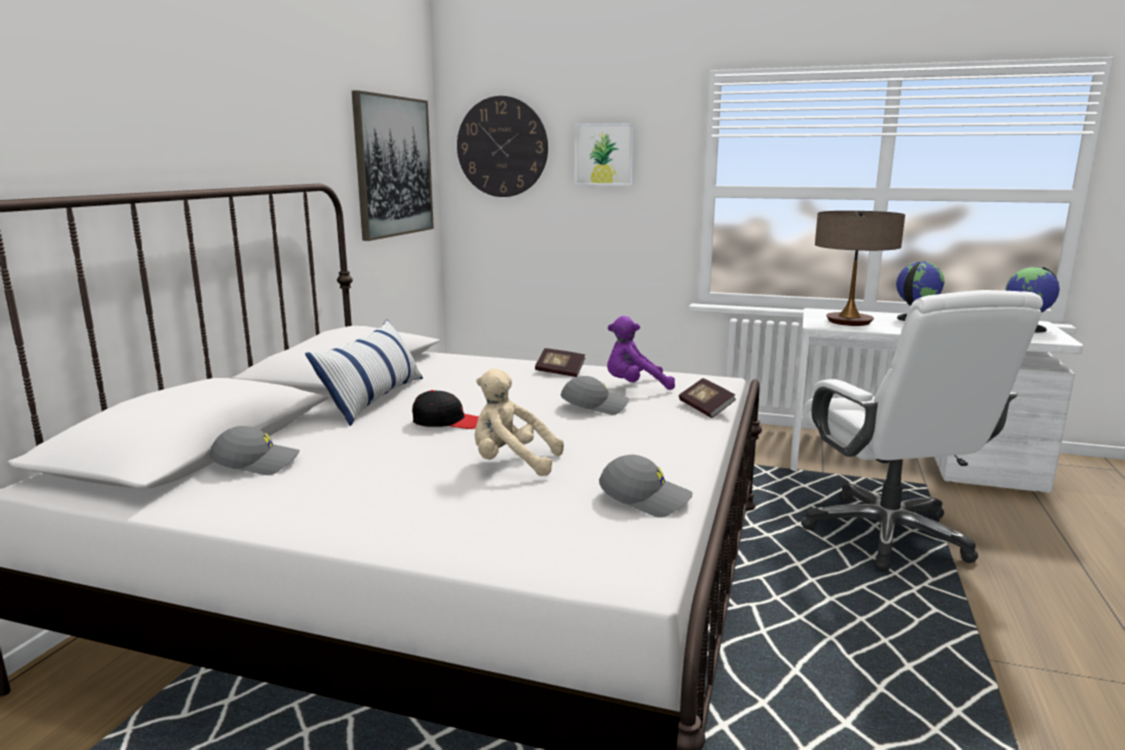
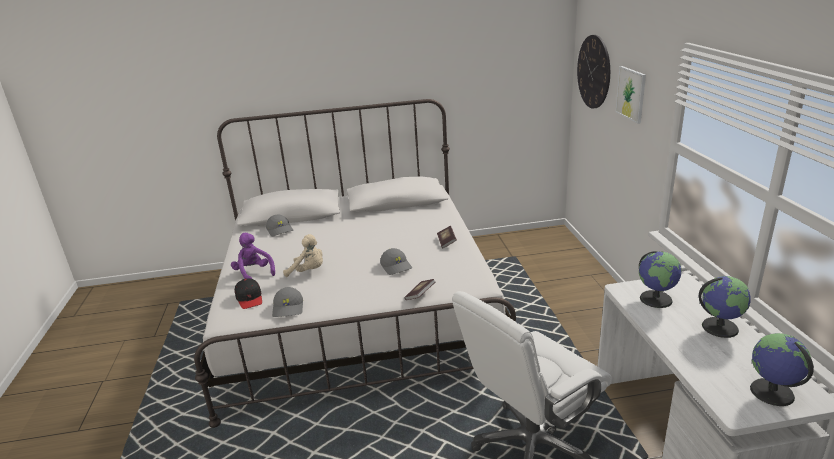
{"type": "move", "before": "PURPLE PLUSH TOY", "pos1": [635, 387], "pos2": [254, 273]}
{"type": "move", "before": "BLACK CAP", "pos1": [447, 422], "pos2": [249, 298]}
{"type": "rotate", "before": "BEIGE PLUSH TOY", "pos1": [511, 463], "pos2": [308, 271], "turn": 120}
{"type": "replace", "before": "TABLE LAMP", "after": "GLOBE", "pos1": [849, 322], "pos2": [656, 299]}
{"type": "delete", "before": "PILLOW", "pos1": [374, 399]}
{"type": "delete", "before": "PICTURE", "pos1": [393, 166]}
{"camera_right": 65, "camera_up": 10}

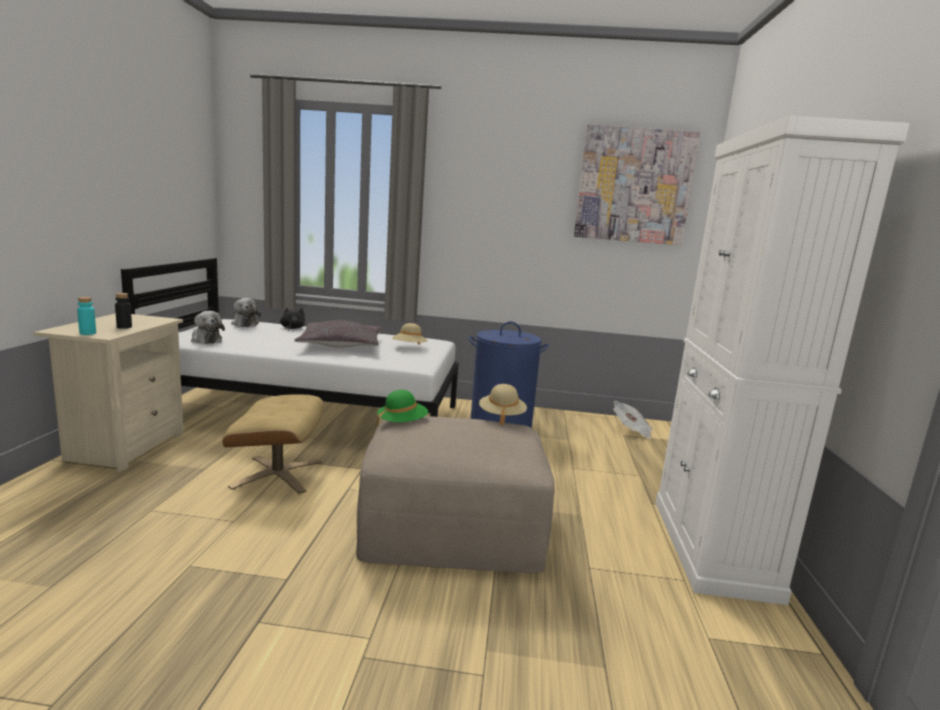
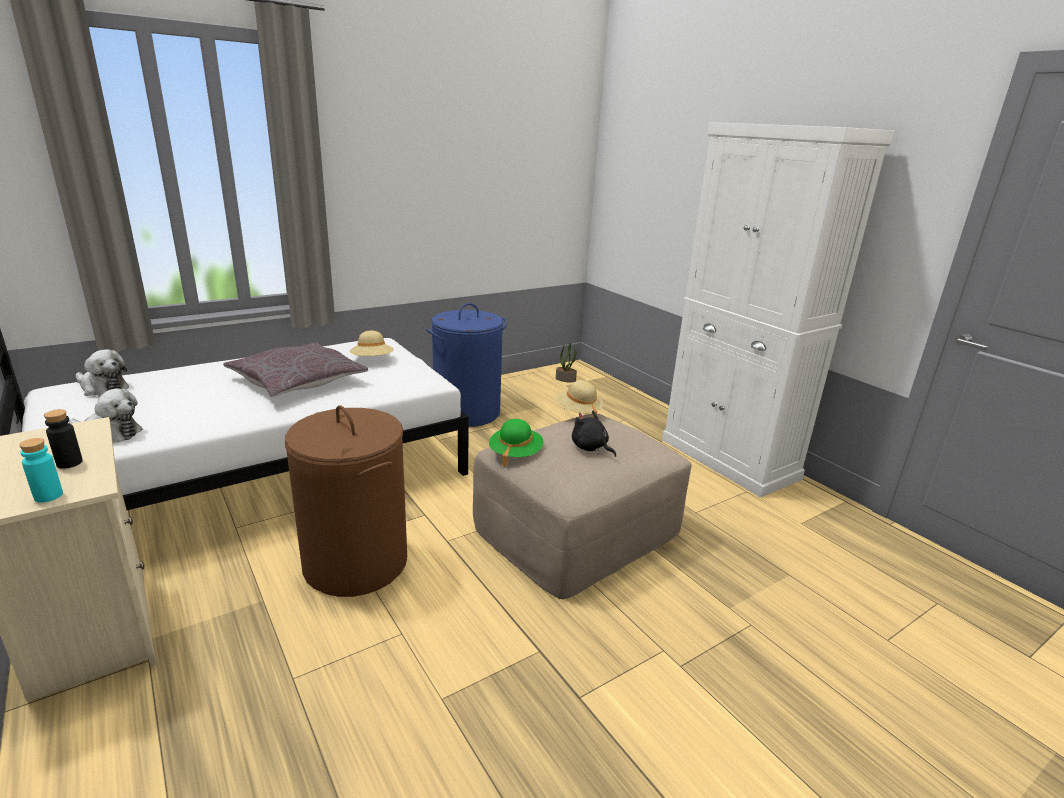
{"type": "replace", "before": "BEIGE OTTOMAN", "after": "BROWN LAUNDRY BASKET", "pos1": [278, 474], "pos2": [356, 563]}
{"type": "replace", "before": "NEWSPAPER", "after": "POTTED PLANT", "pos1": [631, 430], "pos2": [566, 379]}
{"type": "move", "before": "BLACK PLUSH TOY", "pos1": [292, 328], "pos2": [591, 448]}
{"type": "delete", "before": "PICTURE", "pos1": [634, 186]}
{"camera_right": -40, "camera_up": 10}

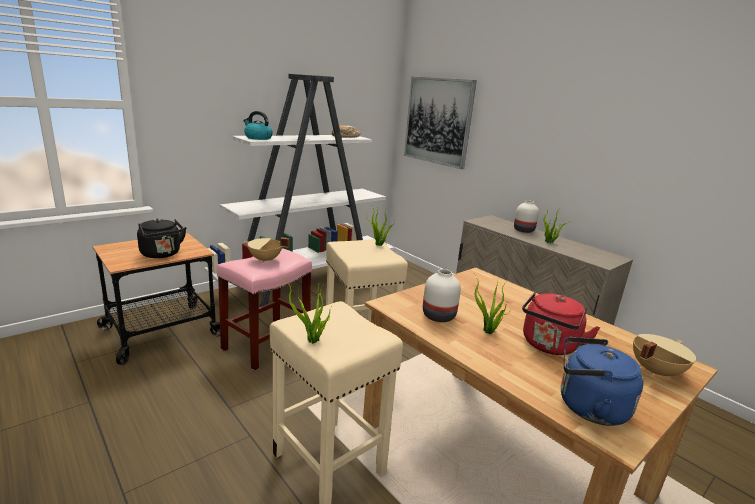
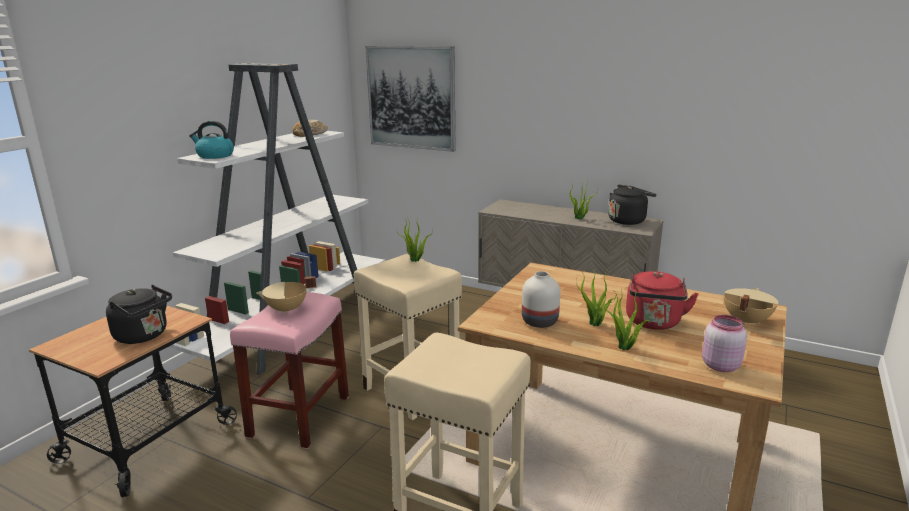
{"type": "move", "before": "POTTED PLANT", "pos1": [312, 341], "pos2": [624, 348]}
{"type": "insert", "after": "BLACK KETTLE", "pos2": [628, 220]}
{"type": "replace", "before": "BLUE KETTLE", "after": "PINK JAR", "pos1": [587, 407], "pos2": [719, 365]}
{"type": "delete", "before": "WHITE VASE", "pos1": [523, 230]}
{"camera_right": -20, "camera_up": 0}

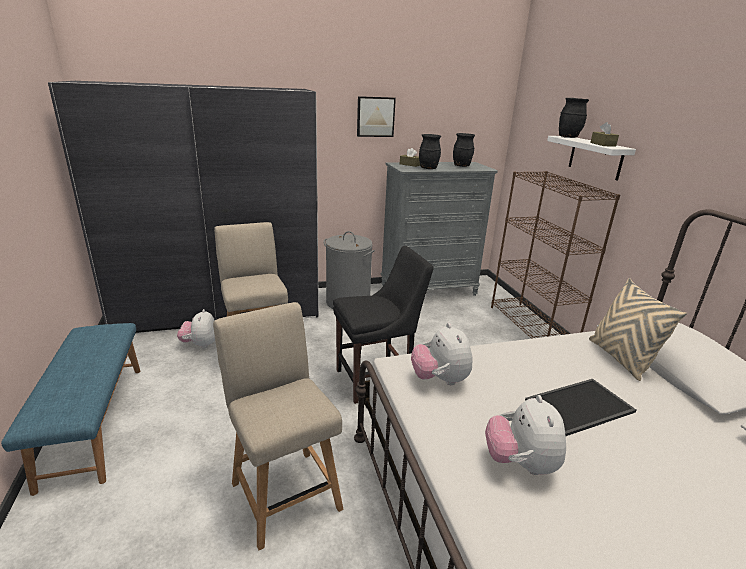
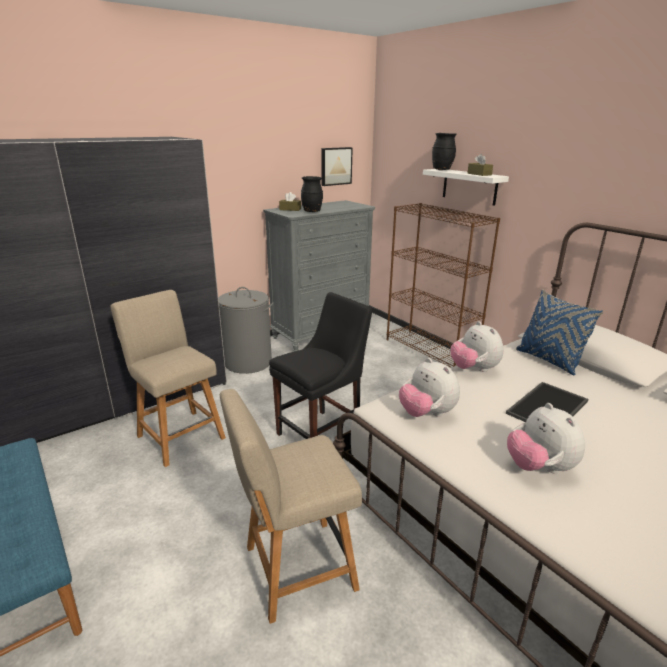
{"type": "rotate", "before": "BEIGE CHAIR", "pos1": [284, 491], "pos2": [294, 569], "turn": -60}
{"type": "move", "before": "PICTURE", "pos1": [375, 116], "pos2": [335, 166]}
{"type": "move", "before": "PLUSH TOY", "pos1": [200, 344], "pos2": [474, 369]}
{"type": "recolor", "before": "BEIGE PILLOW", "after": "BLUE PILLOW", "pos1": [620, 358], "pos2": [548, 360]}
{"type": "delete", "before": "BLACK VASE", "pos1": [461, 166]}
{"camera_right": -20, "camera_up": 0}

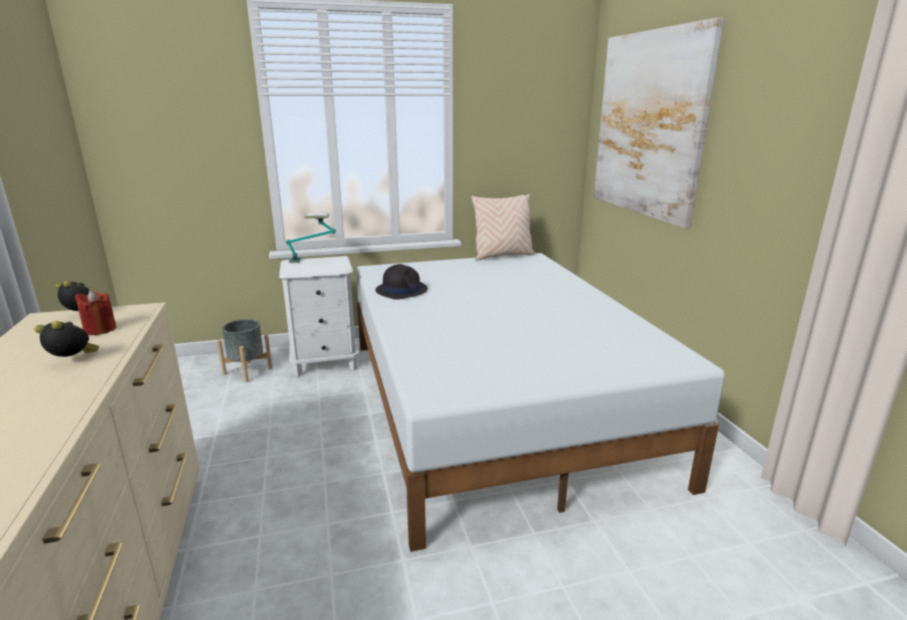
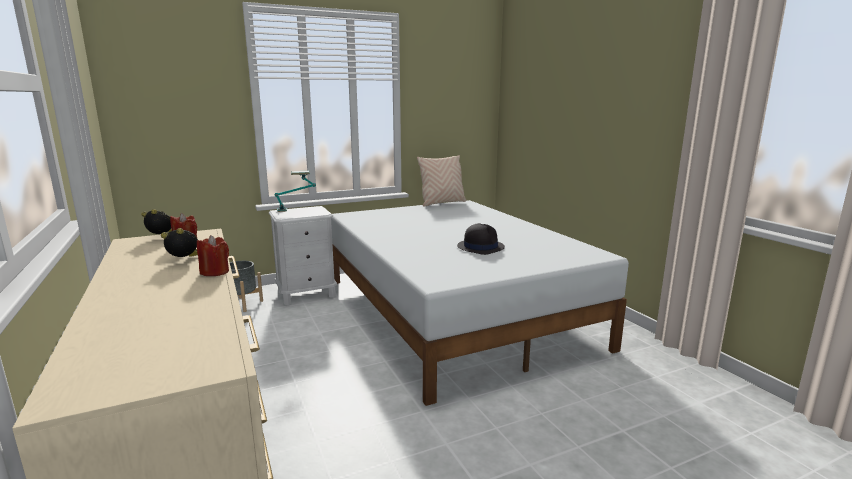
{"type": "insert", "after": "RED CANDLE", "pos2": [215, 272]}
{"type": "move", "before": "BLACK HAT", "pos1": [401, 290], "pos2": [480, 247]}
{"type": "delete", "before": "PICTURE", "pos1": [649, 125]}
{"camera_right": -10, "camera_up": -5}

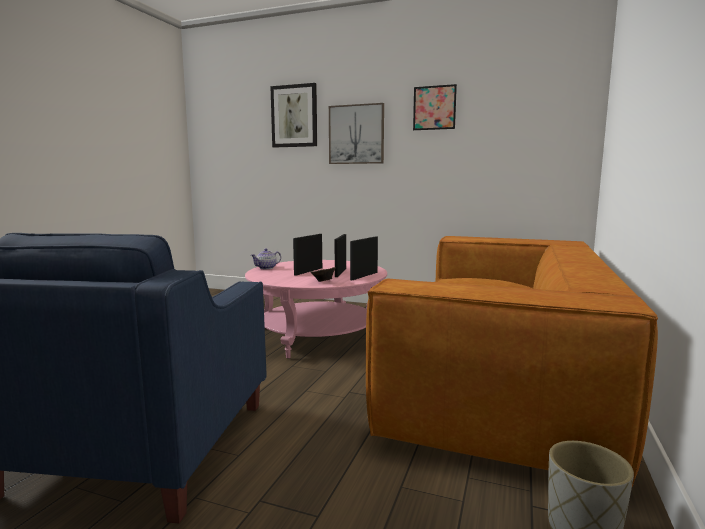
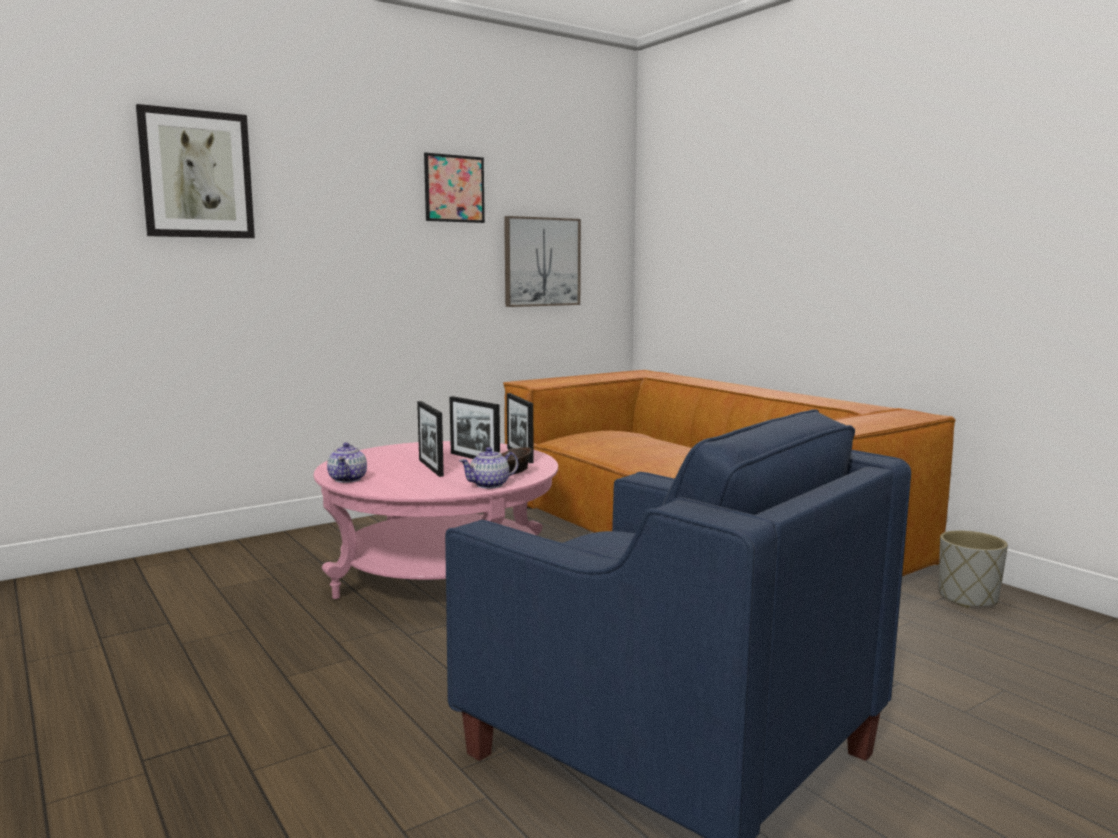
{"type": "insert", "after": "TEAPOT", "pos2": [490, 485]}
{"type": "move", "before": "PICTURE", "pos1": [356, 134], "pos2": [541, 262]}
{"camera_right": -55, "camera_up": 0}

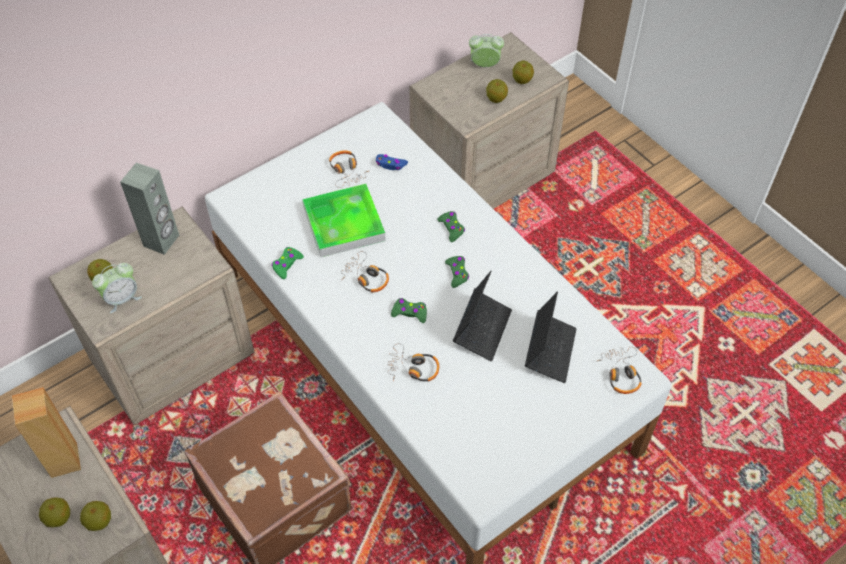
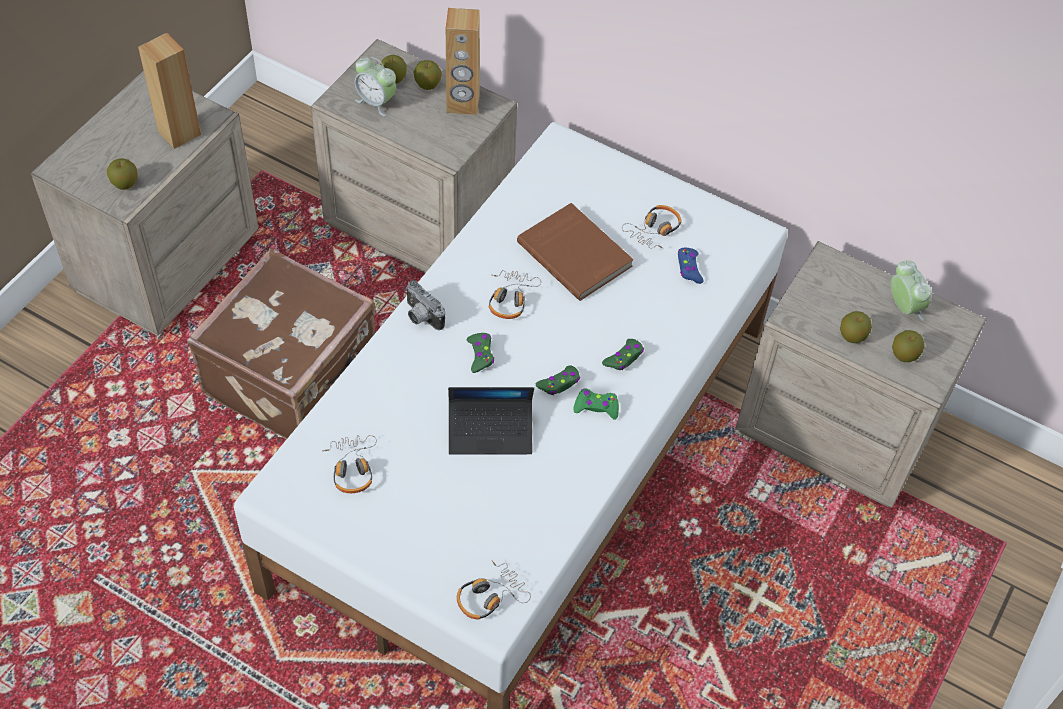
{"type": "move", "before": "HEADPHONES", "pos1": [413, 368], "pos2": [352, 468]}
{"type": "insert", "after": "PHOTO CAMERA", "pos2": [421, 317]}
{"type": "move", "before": "APPLE", "pos1": [59, 518], "pos2": [427, 85]}
{"type": "recolor", "before": "GREY SPEAKER", "after": "BROWN SPEAKER", "pos1": [162, 241], "pos2": [463, 104]}
{"type": "replace", "before": "TRAY", "after": "BROWN BOOK", "pos1": [344, 224], "pos2": [576, 253]}
{"type": "move", "before": "GREEN GAME CONTROLLER", "pos1": [287, 265], "pos2": [596, 407]}
{"type": "delete", "before": "LAPTOP", "pos1": [550, 350]}
{"camera_right": 65, "camera_up": 0}

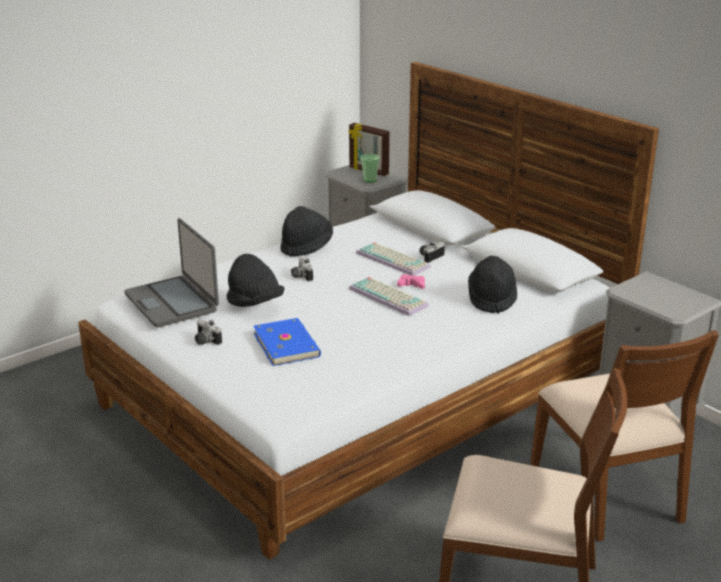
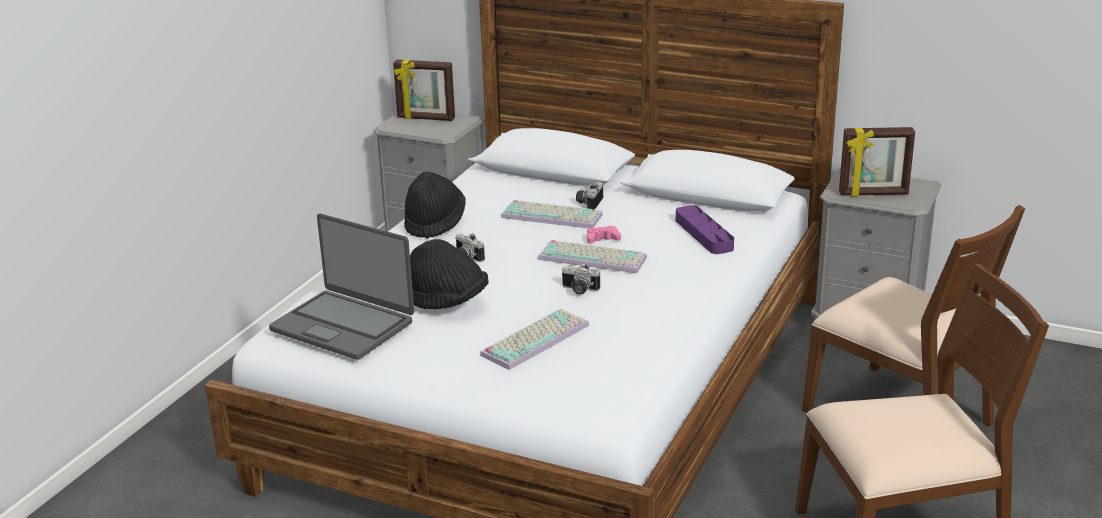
{"type": "replace", "before": "BLUE BOOK", "after": "KEYBOARD", "pos1": [287, 344], "pos2": [535, 339]}
{"type": "move", "before": "PHOTO CAMERA", "pos1": [205, 341], "pos2": [579, 290]}
{"type": "replace", "before": "BLACK HAT", "after": "PURPLE TRAY", "pos1": [491, 299], "pos2": [703, 234]}
{"type": "insert", "after": "PICTURE FRAME", "pos2": [873, 194]}
{"type": "delete", "before": "CUP", "pos1": [370, 179]}
{"camera_right": -25, "camera_up": 0}

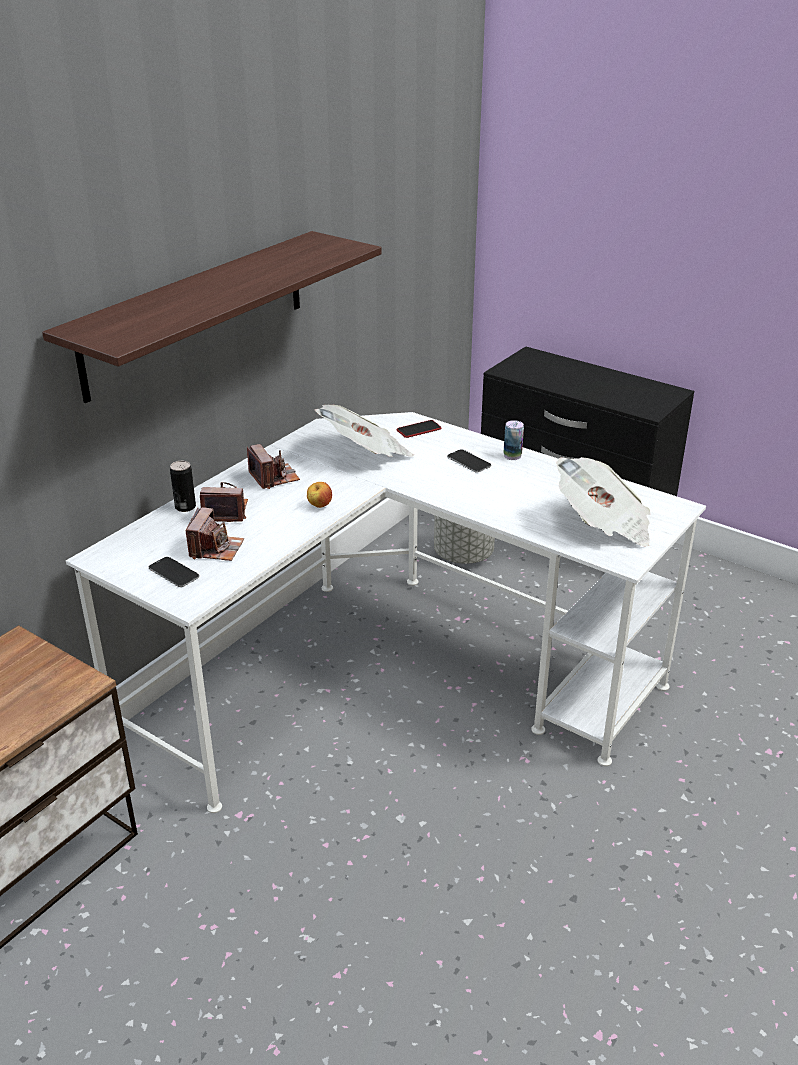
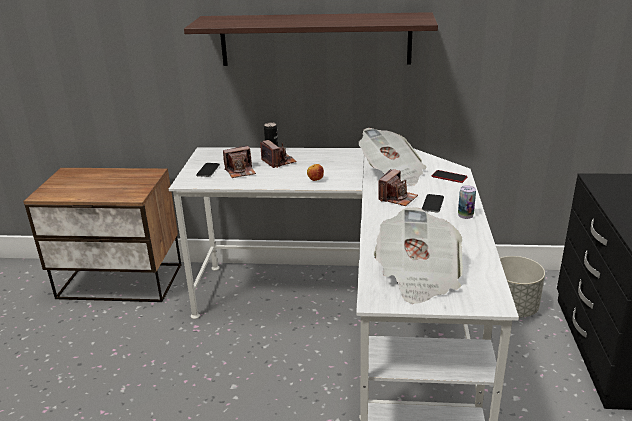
{"type": "move", "before": "PHOTO CAMERA", "pos1": [274, 477], "pos2": [397, 198]}
{"camera_right": 60, "camera_up": -5}

